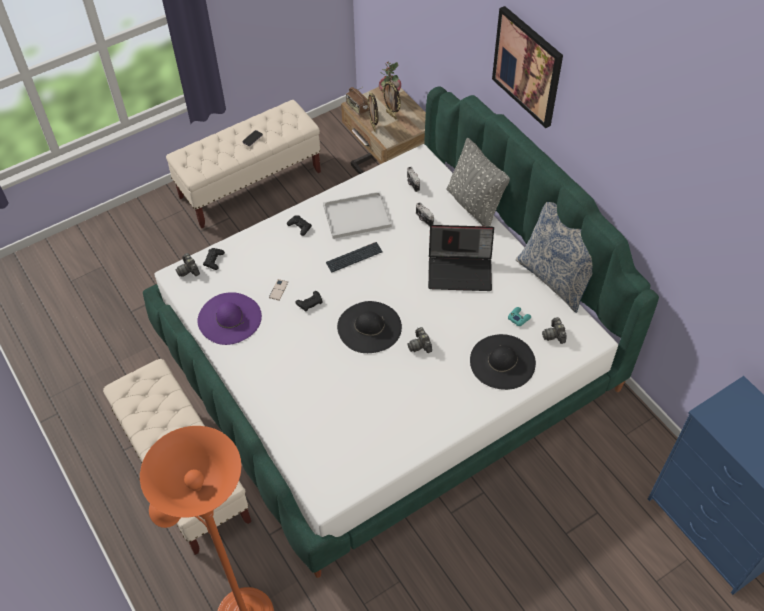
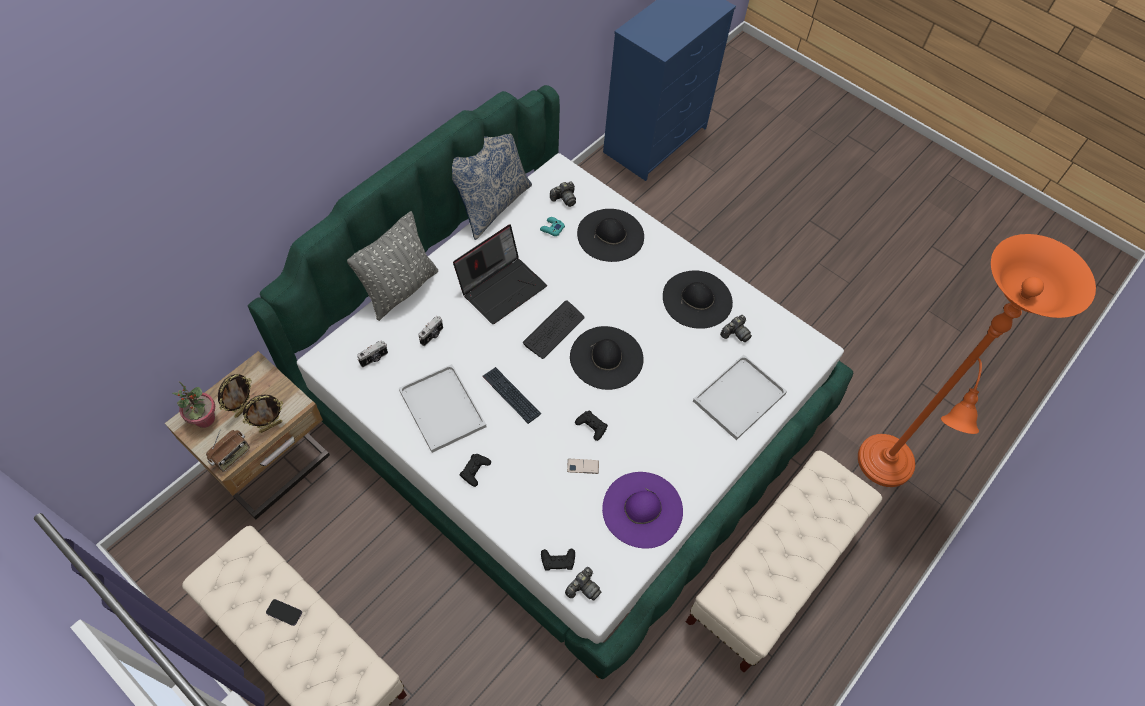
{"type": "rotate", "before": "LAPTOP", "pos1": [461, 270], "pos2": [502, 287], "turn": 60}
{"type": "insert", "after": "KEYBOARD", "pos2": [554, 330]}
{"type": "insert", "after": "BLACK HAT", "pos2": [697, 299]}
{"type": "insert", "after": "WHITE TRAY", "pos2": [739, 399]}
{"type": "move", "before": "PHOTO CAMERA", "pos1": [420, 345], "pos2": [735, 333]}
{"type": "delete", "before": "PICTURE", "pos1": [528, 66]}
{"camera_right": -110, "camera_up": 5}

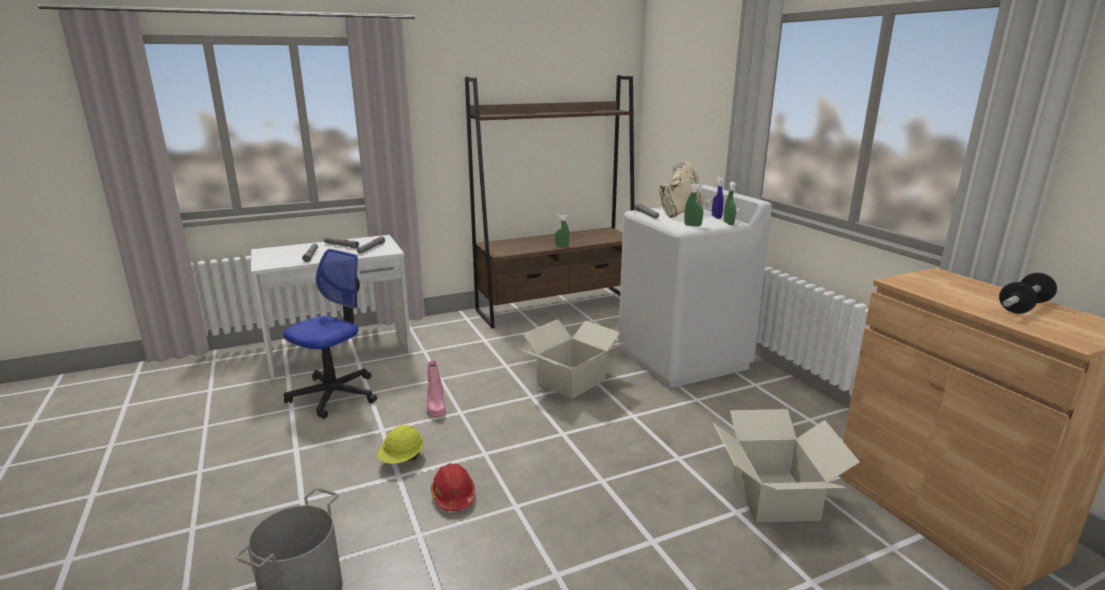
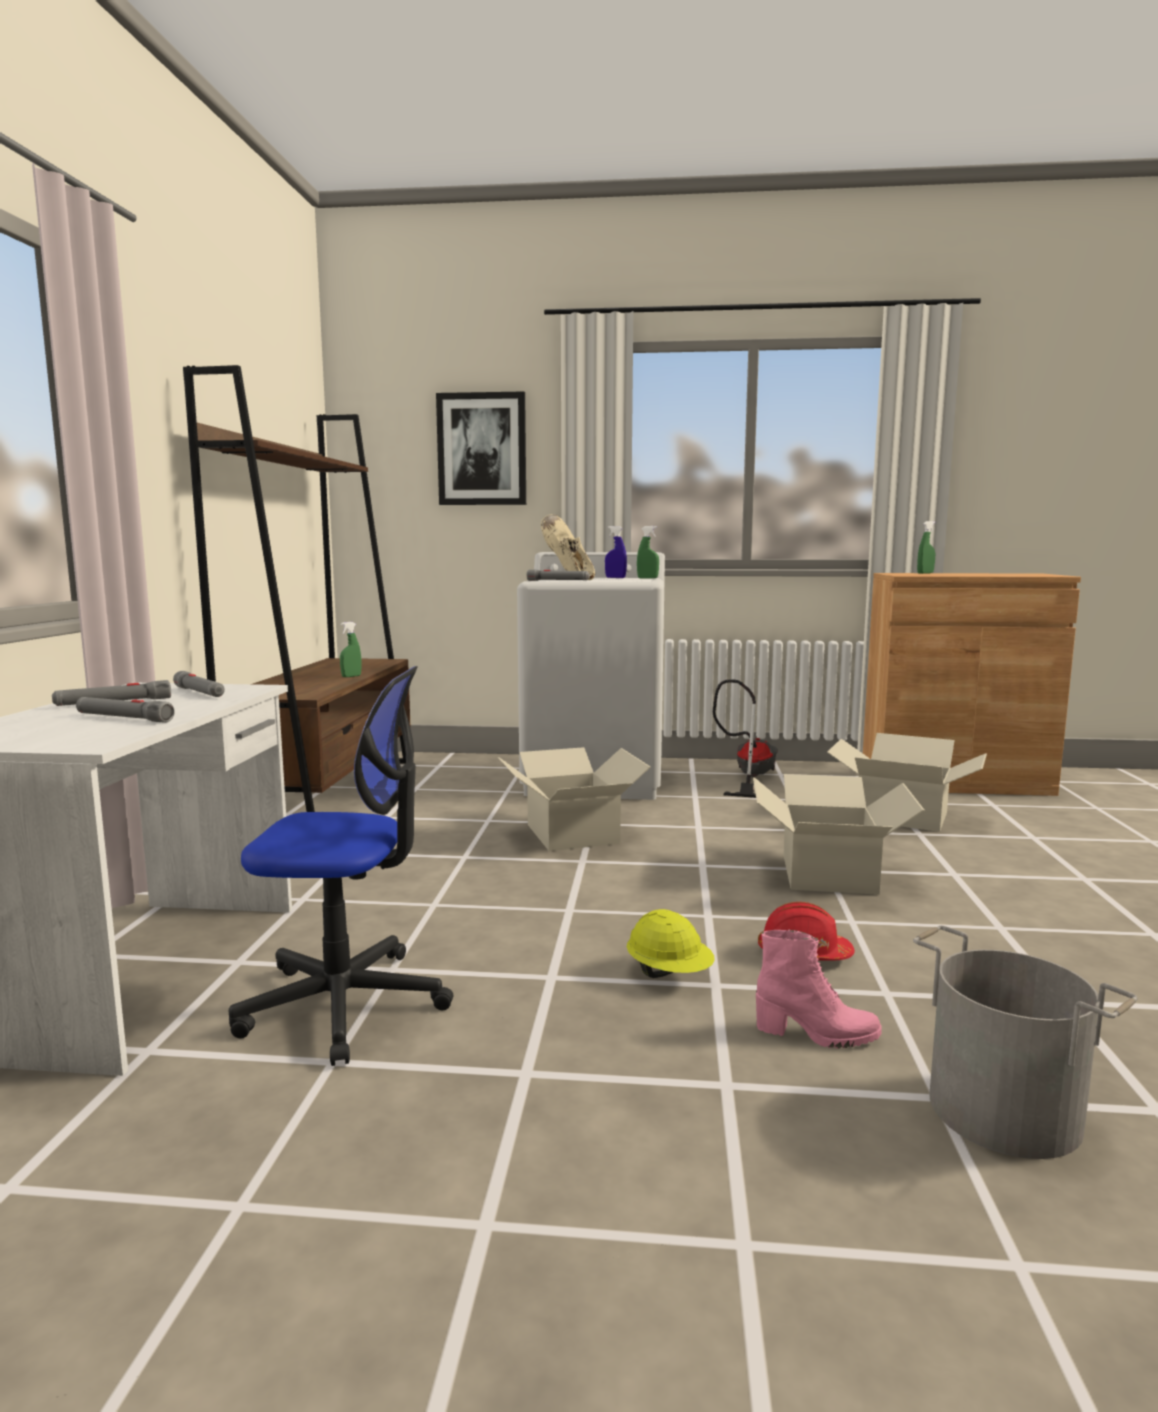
{"type": "rotate", "before": "OFFICE CHAIR", "pos1": [334, 395], "pos2": [345, 1004], "turn": 120}
{"type": "insert", "after": "PICTURE", "pos2": [482, 449]}
{"type": "insert", "after": "VACUUM CLEANER", "pos2": [748, 777]}
{"type": "insert", "after": "CARDBOARD BOX", "pos2": [829, 874]}
{"type": "move", "before": "PINK BOOT", "pos1": [435, 408], "pos2": [816, 1035]}
{"type": "move", "before": "GREEN SPRAY BOTTLE", "pos1": [692, 225], "pos2": [925, 573]}
{"type": "delete", "before": "DUMBBELL", "pos1": [1024, 307]}
{"camera_right": -60, "camera_up": -10}

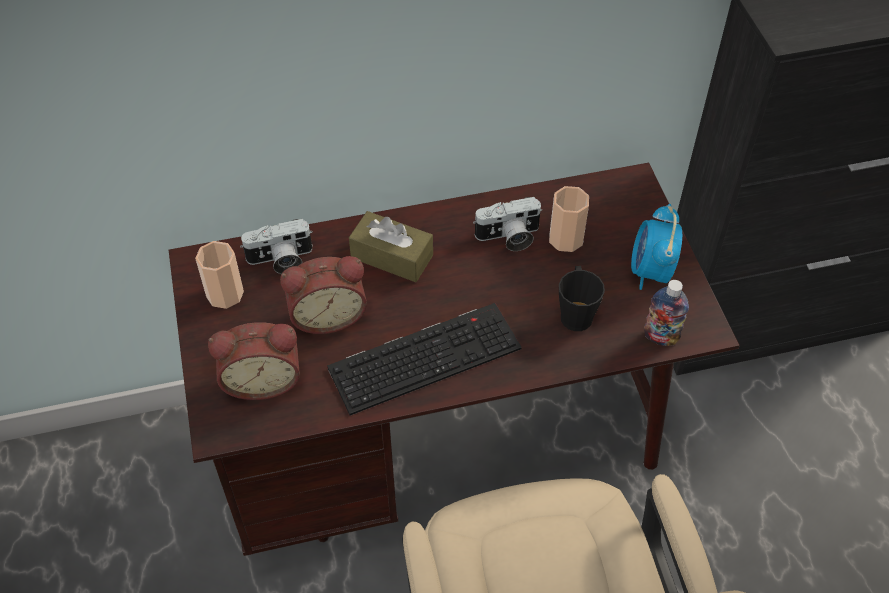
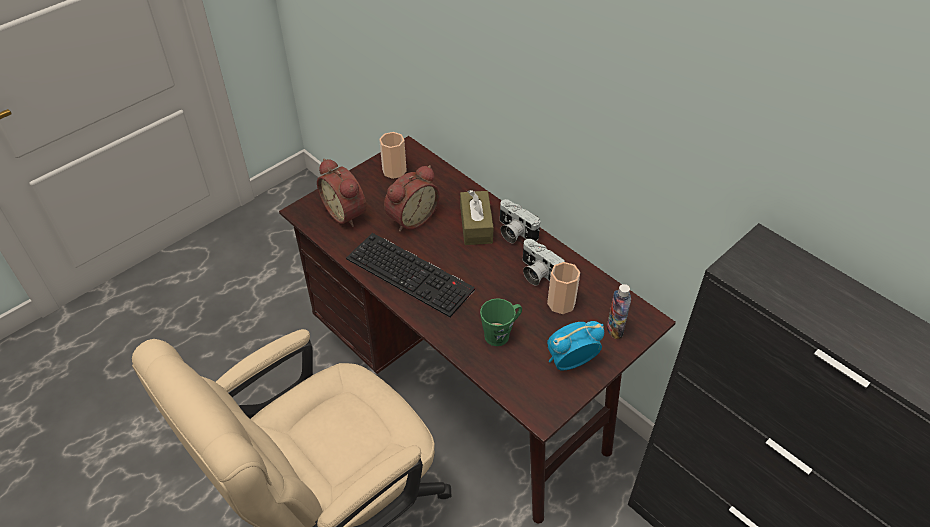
{"type": "rotate", "before": "ALARM CLOCK", "pos1": [327, 314], "pos2": [411, 218], "turn": -90}
{"type": "recolor", "before": "BLACK MUG", "after": "GREEN MUG", "pos1": [576, 312], "pos2": [501, 334]}
{"type": "move", "before": "PHOTO CAMERA", "pos1": [281, 260], "pos2": [514, 232]}
{"type": "move", "before": "BOTTLE", "pos1": [660, 337], "pos2": [614, 329]}
{"camera_right": 60, "camera_up": -5}

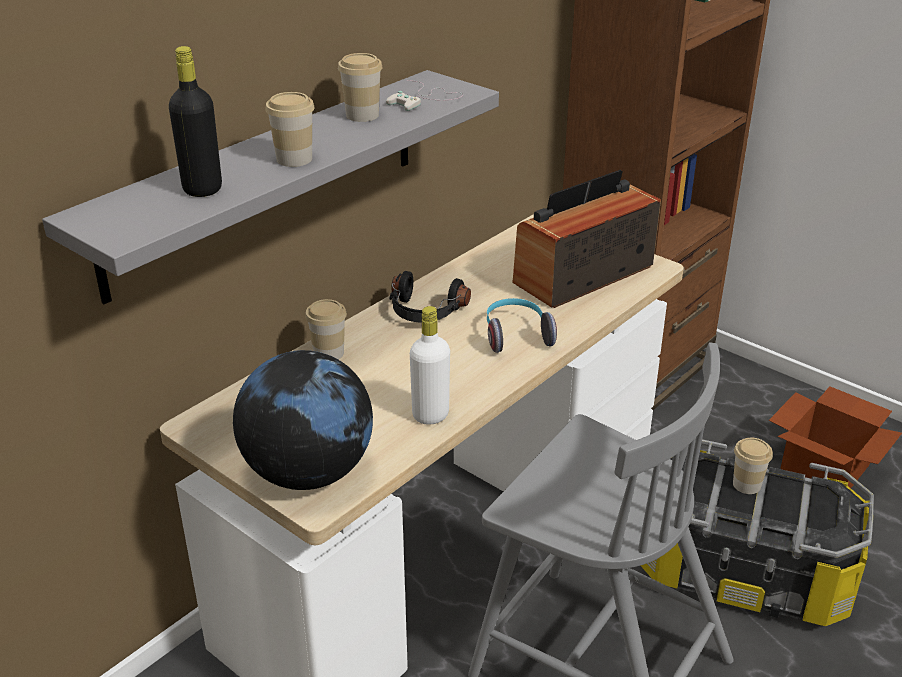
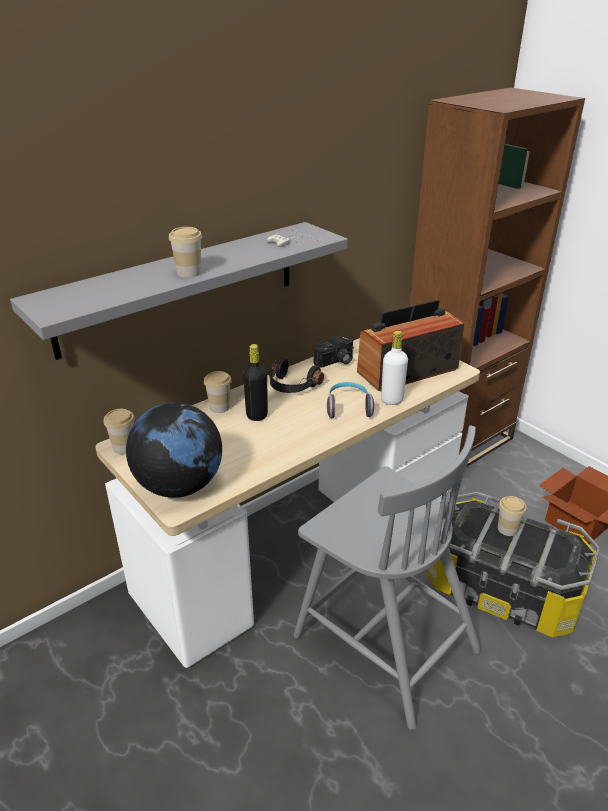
{"type": "move", "before": "CUP", "pos1": [362, 115], "pos2": [124, 447]}
{"type": "move", "before": "BLACK BOTTLE", "pos1": [202, 189], "pos2": [257, 415]}
{"type": "insert", "after": "PHOTO CAMERA", "pos2": [335, 362]}
{"type": "move", "before": "WHITE BOTTLE", "pos1": [430, 415], "pos2": [392, 400]}
{"camera_right": 10, "camera_up": 0}

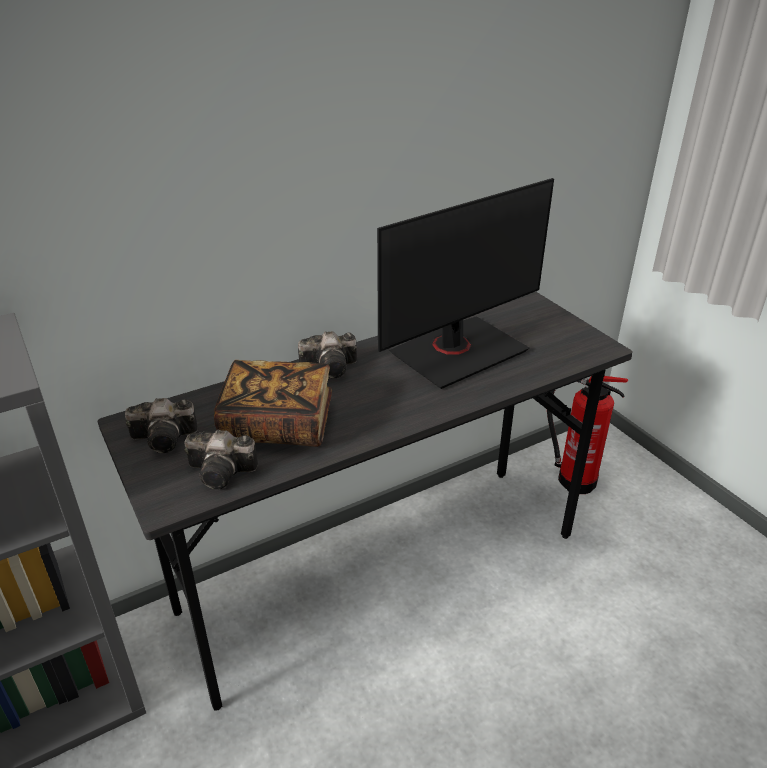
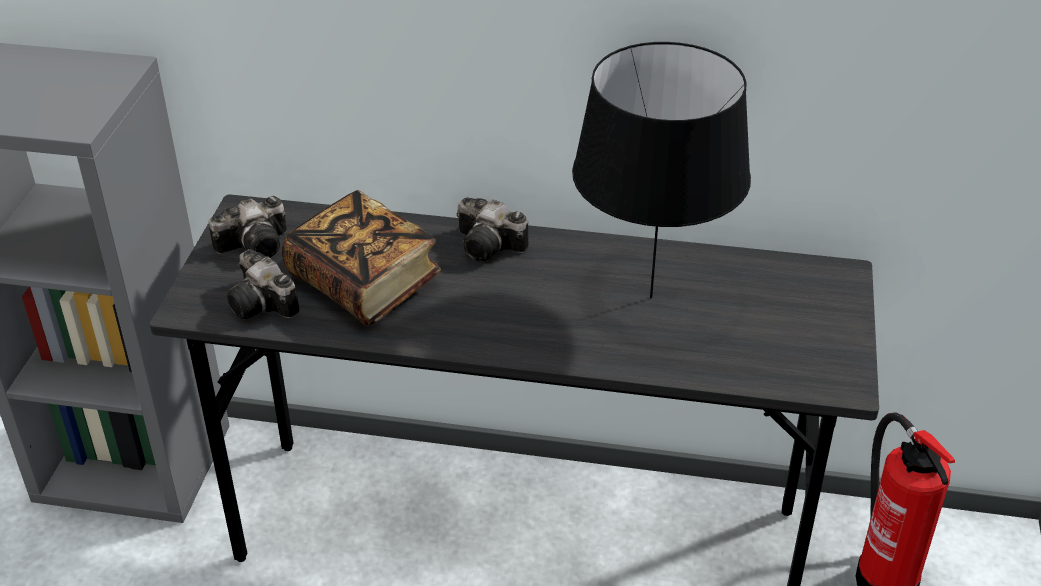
{"type": "rotate", "before": "PHOTO CAMERA", "pos1": [167, 438], "pos2": [258, 244], "turn": -60}
{"type": "replace", "before": "MONITOR", "after": "BLACK TABLE LAMP", "pos1": [457, 352], "pos2": [651, 297]}
{"camera_right": 40, "camera_up": 5}

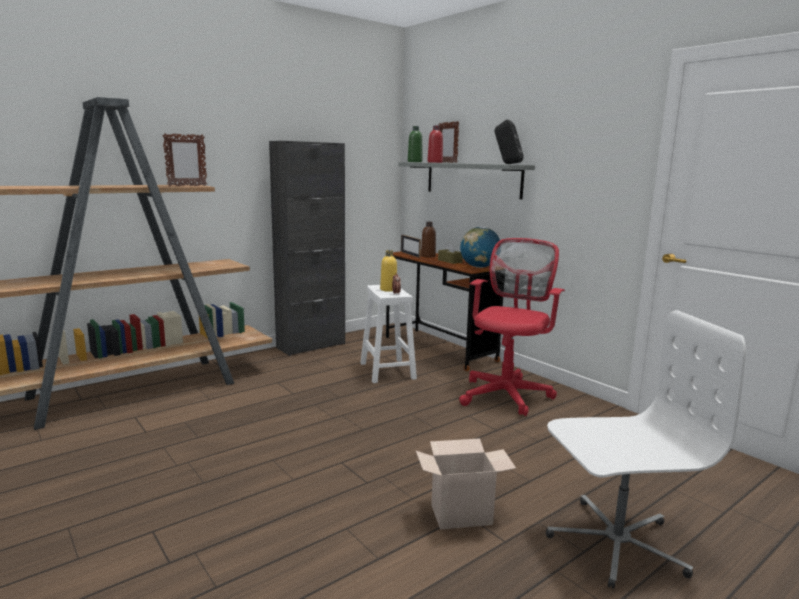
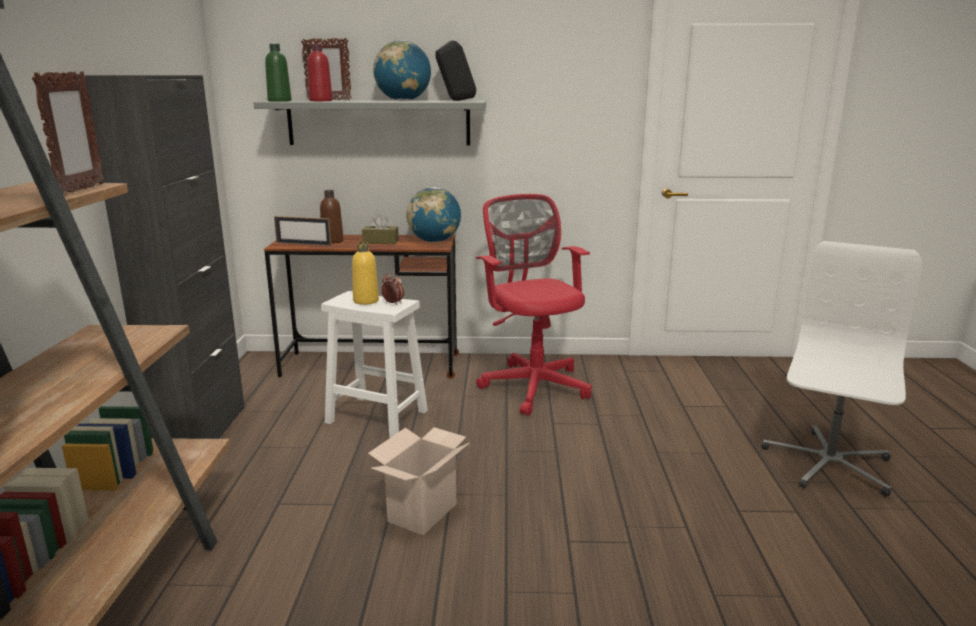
{"type": "move", "before": "CARDBOARD BOX", "pos1": [462, 514], "pos2": [422, 511]}
{"type": "insert", "after": "GLOBE", "pos2": [403, 101]}
{"camera_right": -50, "camera_up": 5}

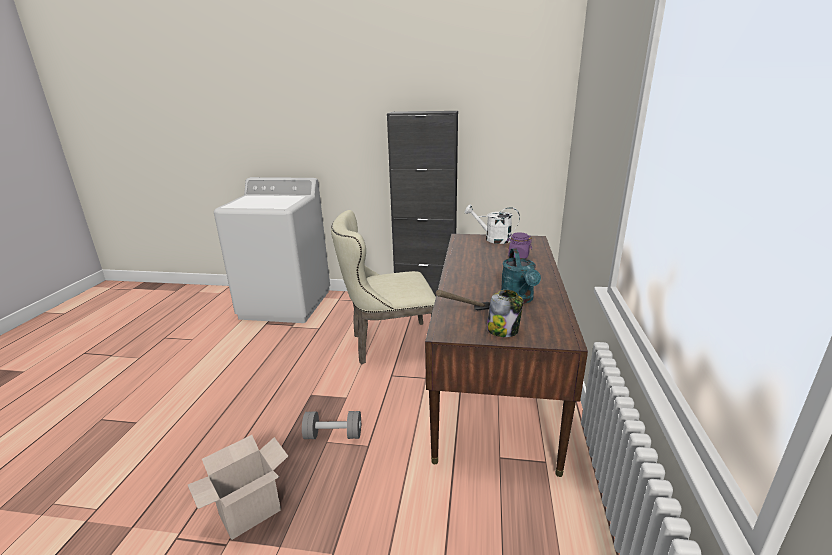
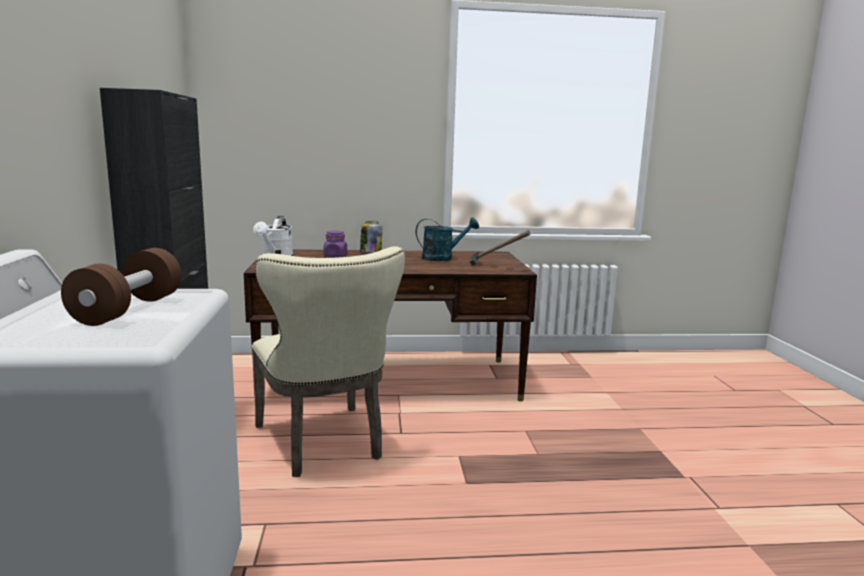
{"type": "insert", "after": "BROWN DUMBBELL", "pos2": [128, 310]}
{"type": "move", "before": "JAR", "pos1": [503, 330], "pos2": [370, 252]}
{"type": "delete", "before": "CARDBOARD BOX", "pos1": [249, 514]}
{"type": "delete", "before": "GREY DUMBBELL", "pos1": [333, 435]}
{"camera_right": -105, "camera_up": -10}

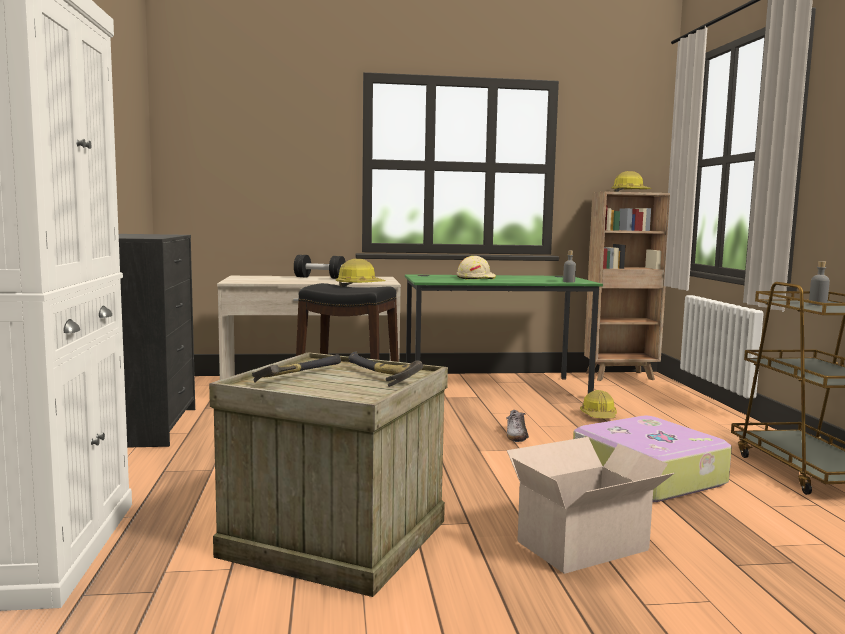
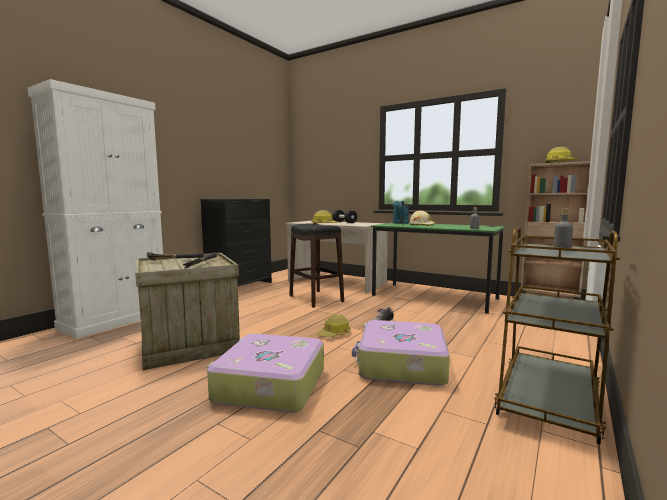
{"type": "replace", "before": "CARDBOARD BOX", "after": "SUITCASE", "pos1": [586, 545], "pos2": [269, 385]}
{"type": "move", "before": "HARD HAT", "pos1": [599, 416], "pos2": [334, 334]}
{"type": "insert", "after": "TURQUOISE WATERING CAN", "pos2": [400, 223]}
{"camera_right": 40, "camera_up": 0}

